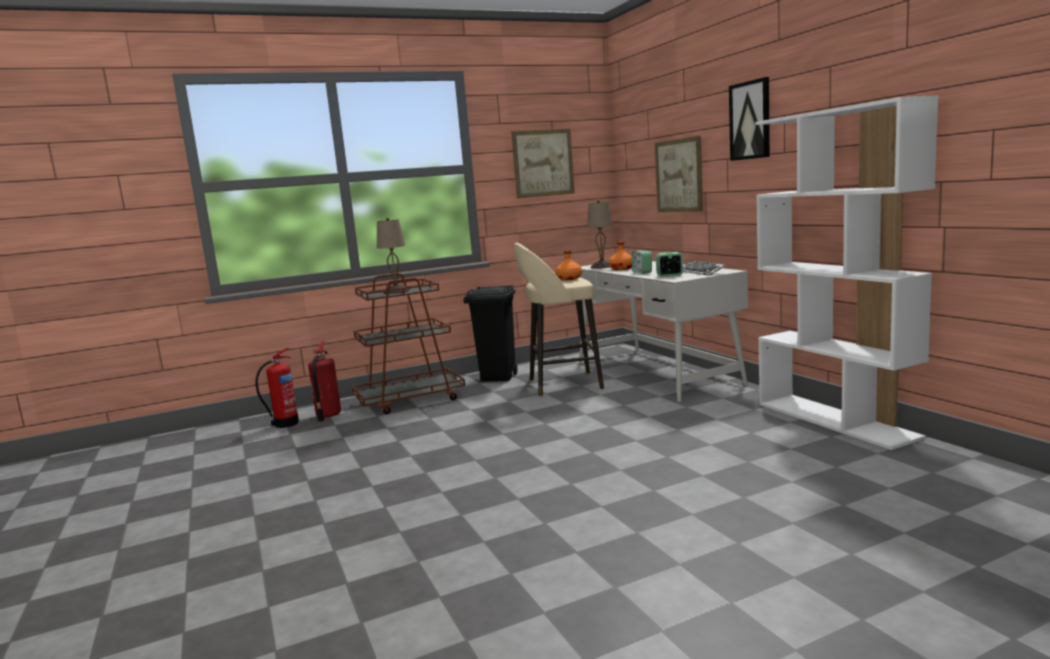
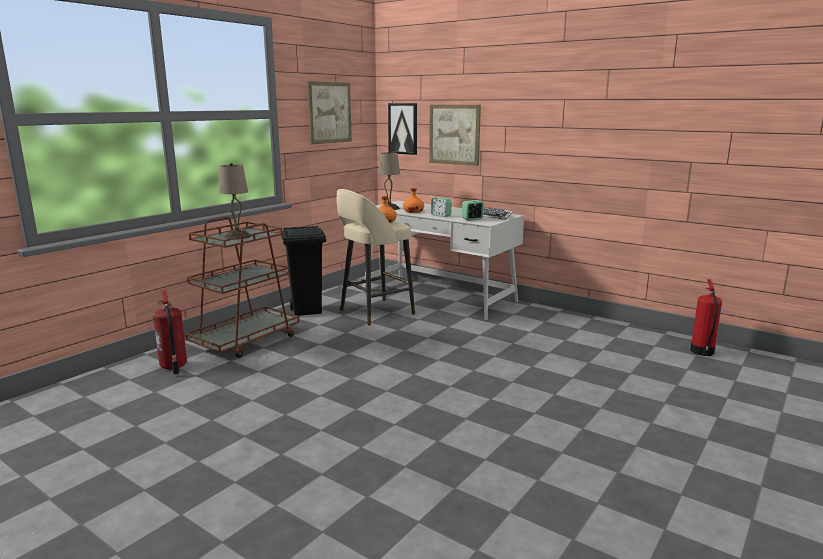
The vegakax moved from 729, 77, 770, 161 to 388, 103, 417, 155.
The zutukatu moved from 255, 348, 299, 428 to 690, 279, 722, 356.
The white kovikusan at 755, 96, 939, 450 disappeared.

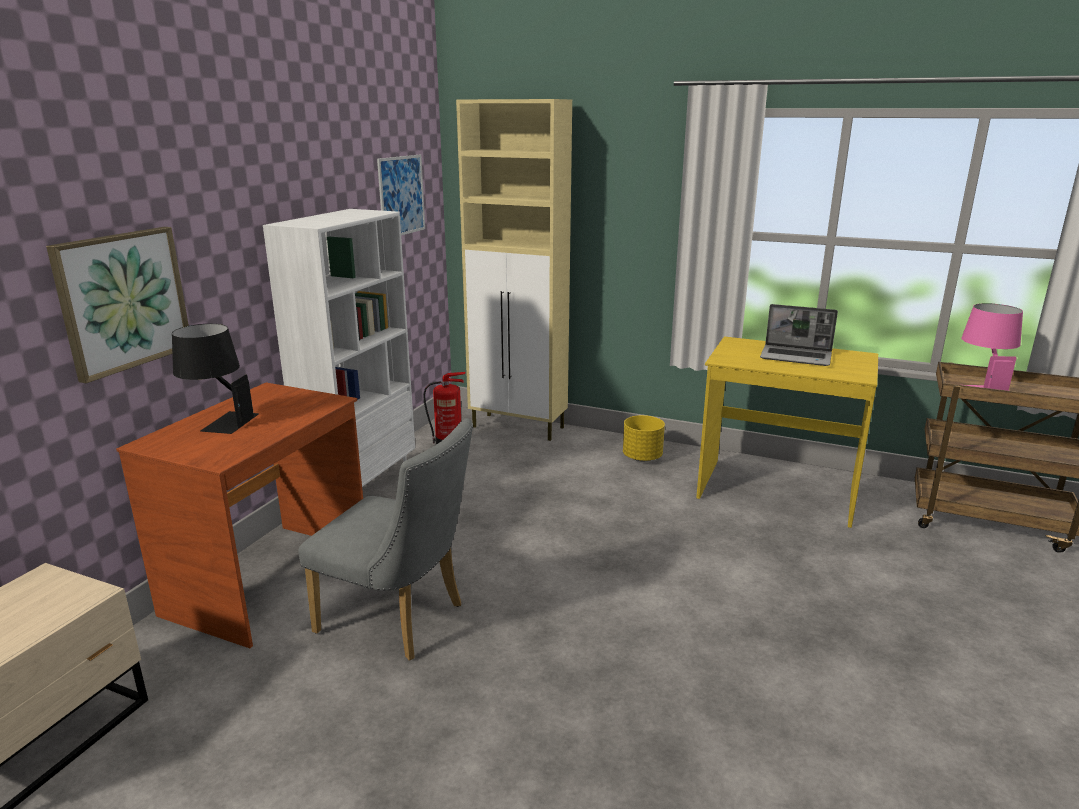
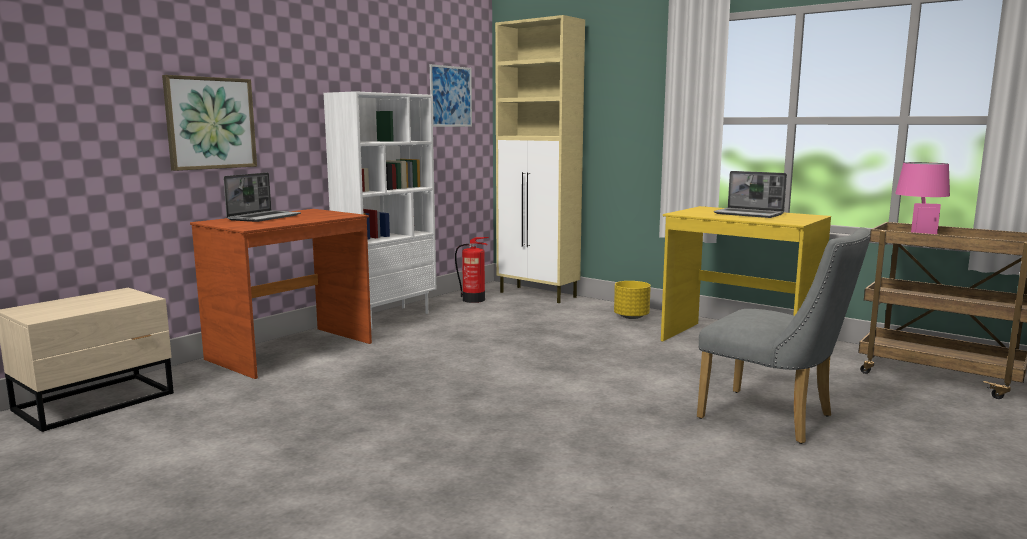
The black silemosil at 172, 324, 259, 434 was replaced by the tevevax at 224, 172, 301, 222.
The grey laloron moved from 298, 418, 473, 661 to 697, 227, 871, 444.

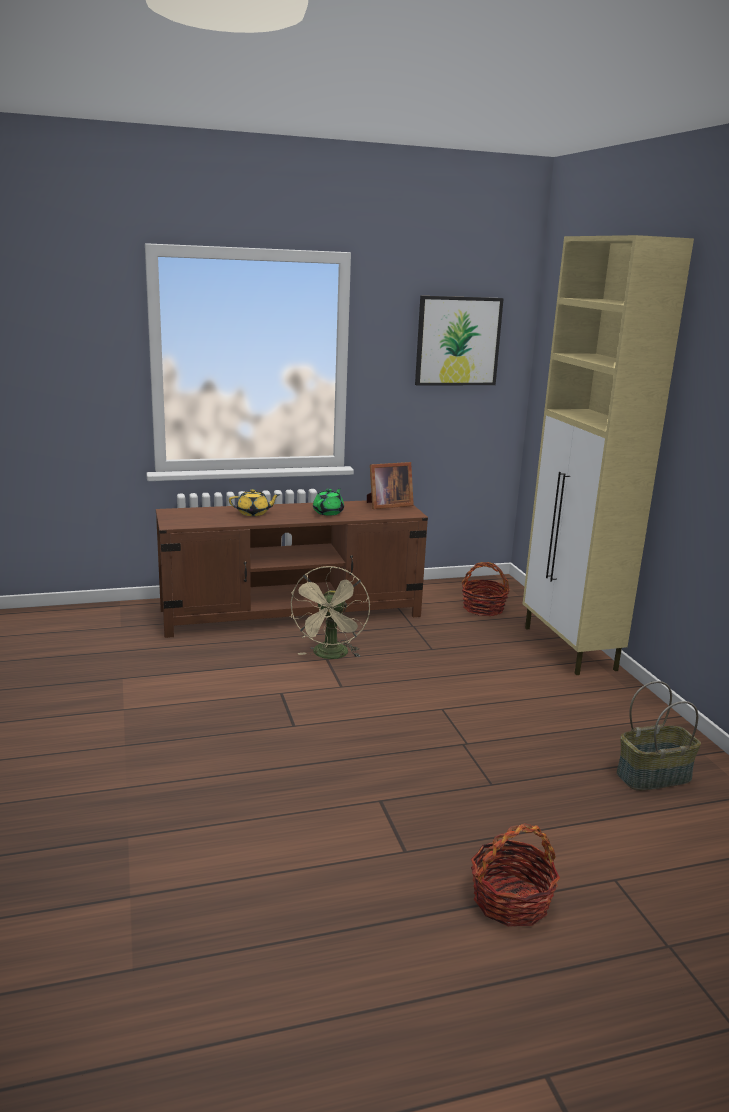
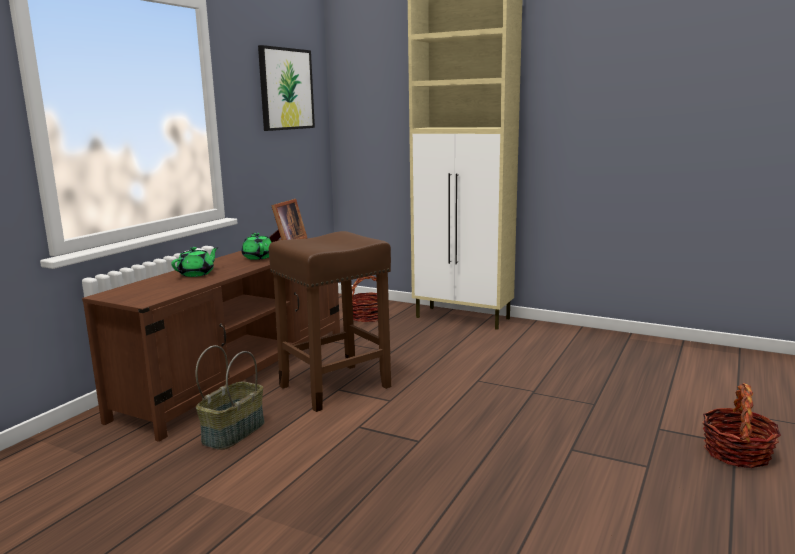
The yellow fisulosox at 229, 489, 280, 516 became the green fisulosox at 171, 247, 218, 277.
The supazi moved from 616, 681, 701, 791 to 195, 345, 265, 450.
The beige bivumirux at 289, 566, 370, 659 was replaced by the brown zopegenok at 269, 231, 391, 412.

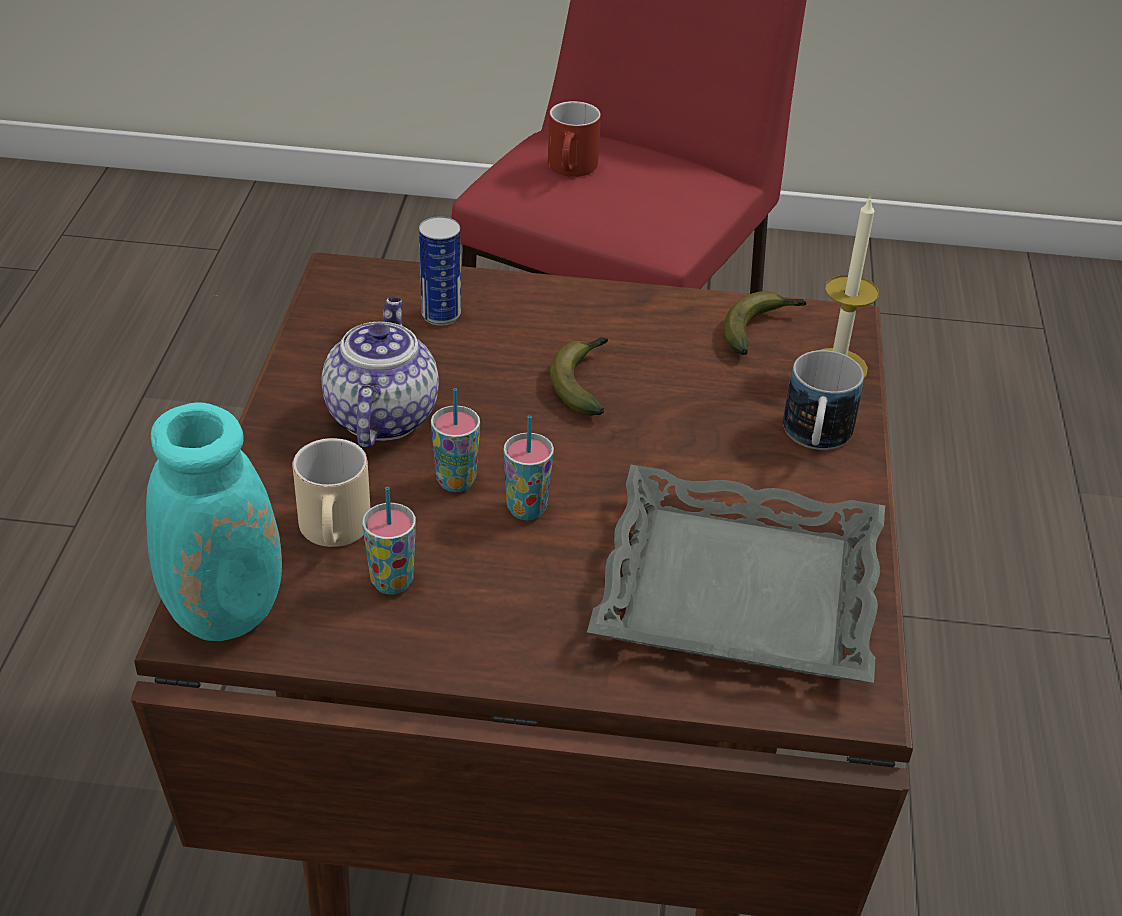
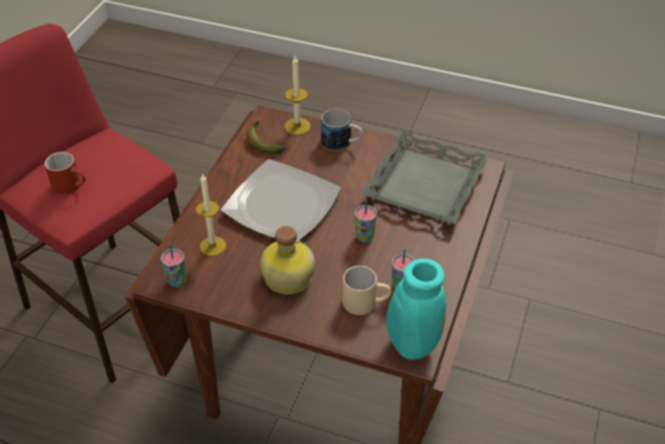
The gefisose moved from 431, 388, 480, 492 to 161, 244, 186, 287.
The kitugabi at 419, 216, 461, 326 was replaced by the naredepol at 196, 173, 226, 256.
The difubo at 550, 337, 608, 416 was replaced by the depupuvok at 221, 159, 341, 241.
The fisulosox at 321, 297, 439, 447 was replaced by the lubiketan at 260, 226, 315, 295.

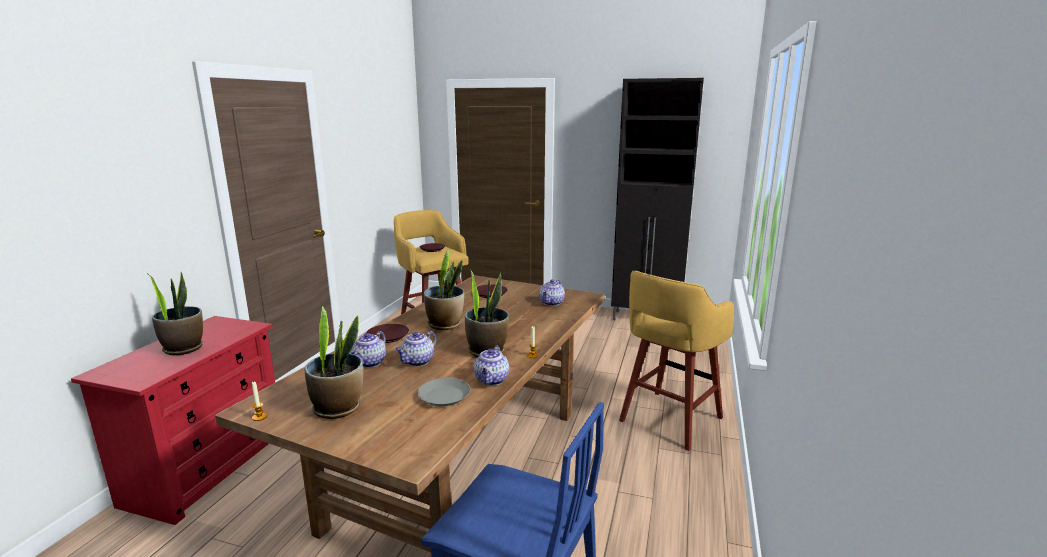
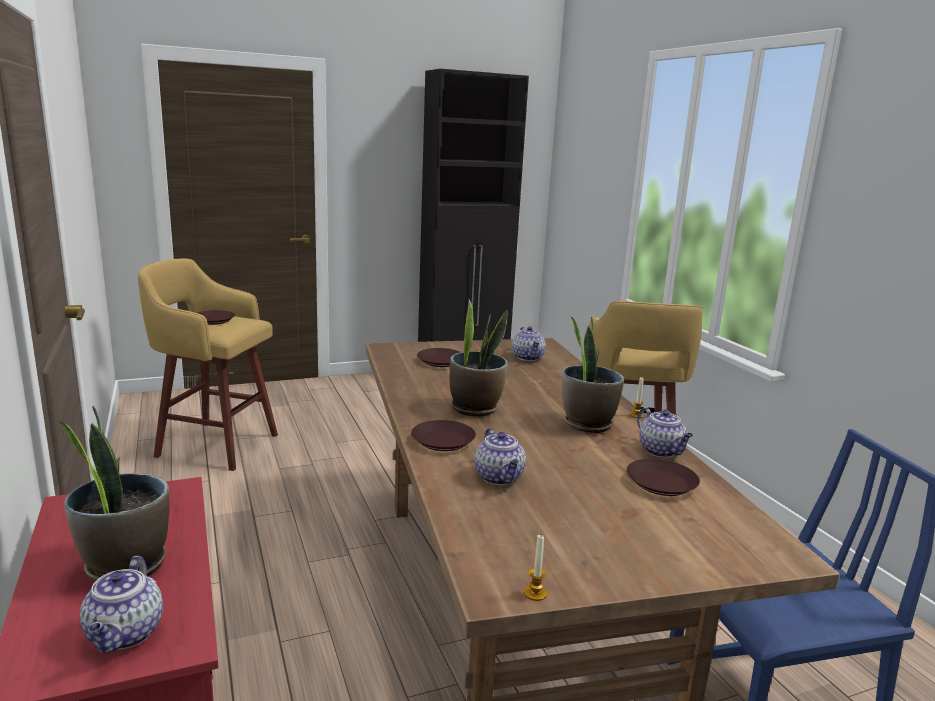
The fisulosox moved from 395, 331, 437, 366 to 80, 556, 163, 653.
The grey depupuvok at 417, 378, 471, 406 became the brown depupuvok at 627, 459, 700, 496.
The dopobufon at 305, 306, 363, 419 disappeared.

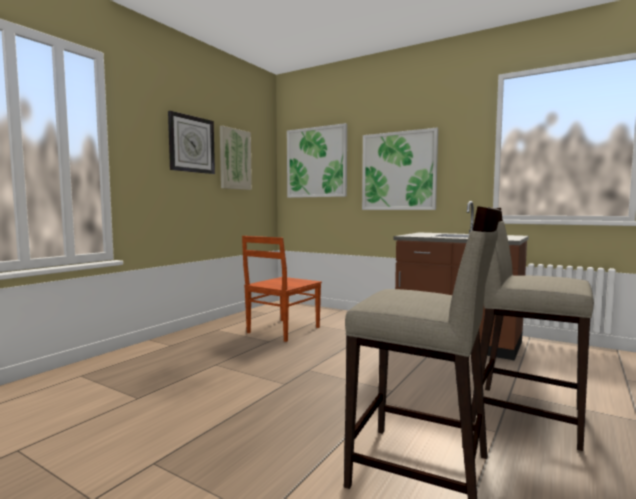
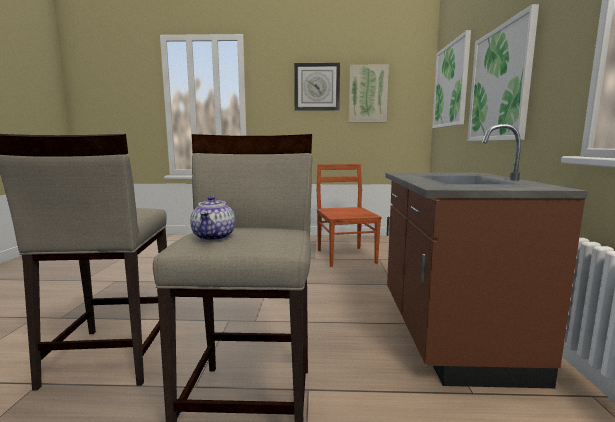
The fisulosox at 190, 195, 235, 241 appeared.
The brown laloron at 242, 236, 322, 342 turned 75 degrees clockwise.

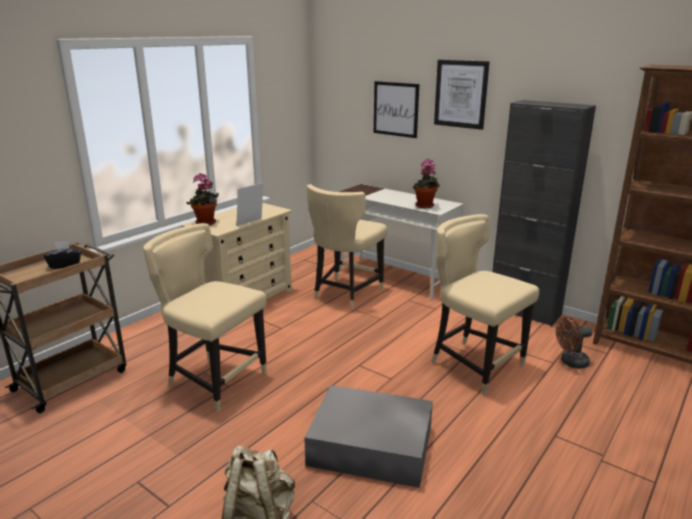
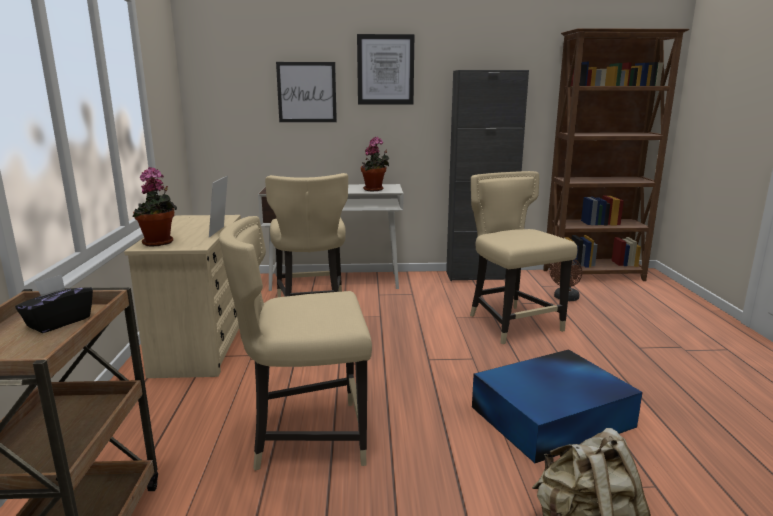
The beige laloron at 431, 214, 539, 395 turned 60 degrees clockwise.
The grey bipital at 304, 385, 433, 488 became the blue bipital at 472, 349, 643, 463.

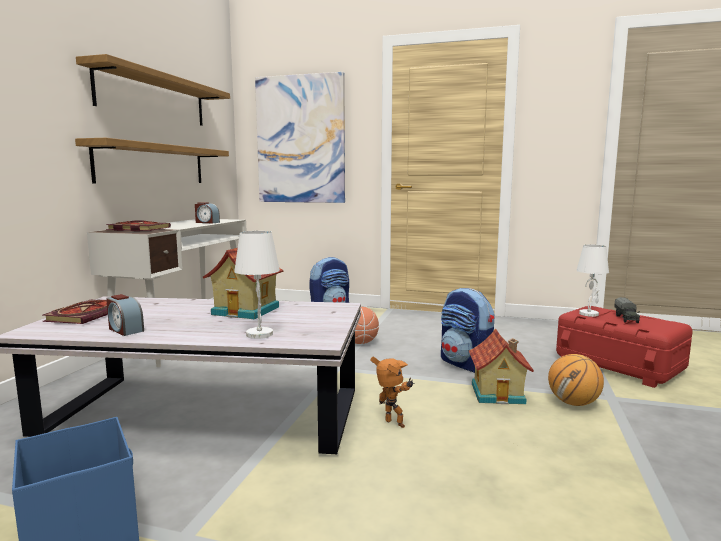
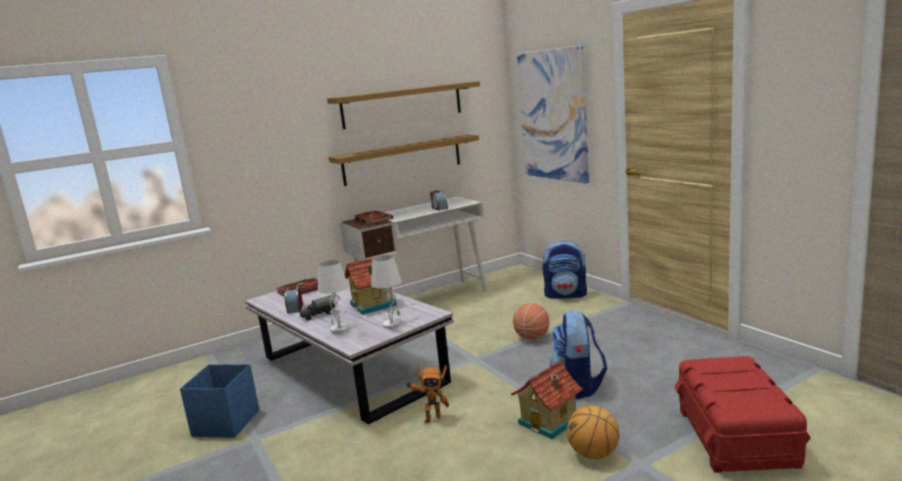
The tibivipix moved from 614, 297, 640, 323 to 300, 295, 336, 320.
The white silemosil moved from 577, 245, 609, 317 to 371, 255, 402, 329.
The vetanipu at 370, 356, 415, 428 turned 75 degrees clockwise.

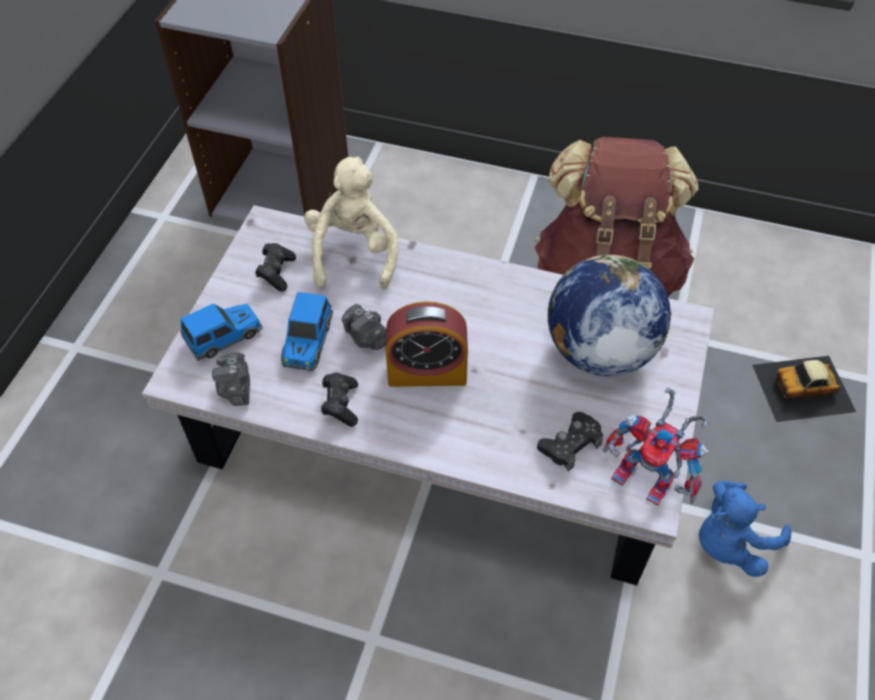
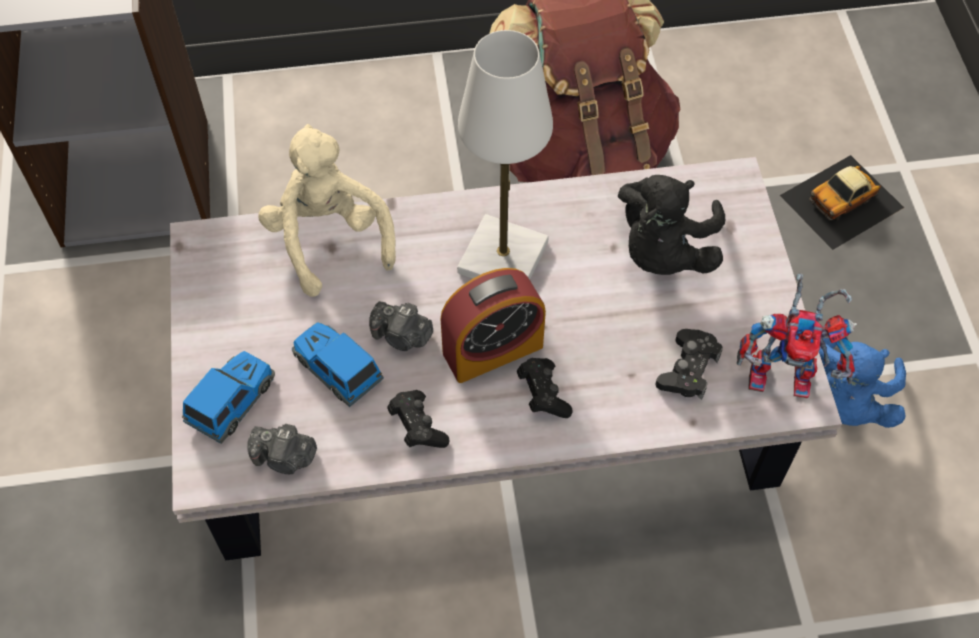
The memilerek at 212, 352, 250, 406 turned 45 degrees counterclockwise.
The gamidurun at 281, 292, 333, 371 turned 150 degrees clockwise.
The white silemosil at 457, 30, 553, 280 appeared.
The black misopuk moved from 255, 243, 296, 292 to 517, 358, 573, 418.
The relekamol at 548, 255, 672, 376 was replaced by the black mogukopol at 618, 175, 725, 275.

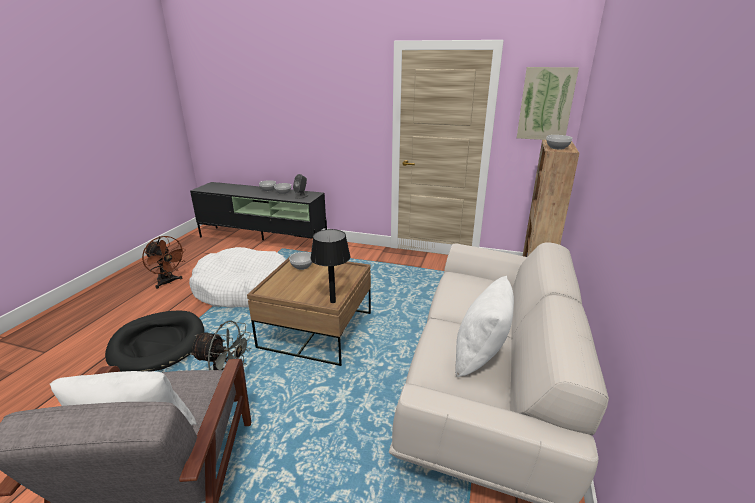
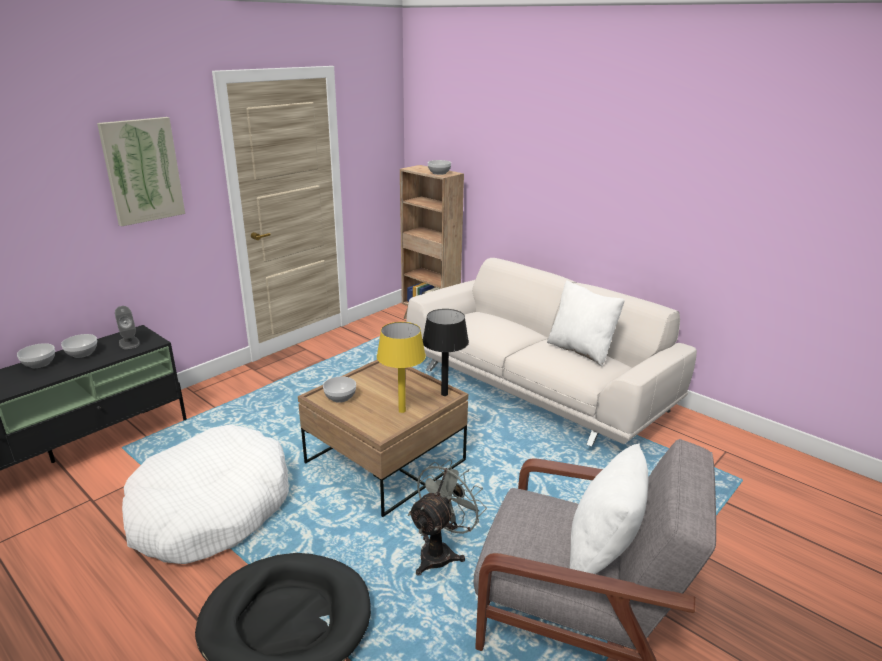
The vegakax moved from 517, 67, 579, 140 to 97, 117, 185, 227.
The yellow silemosil at 377, 322, 426, 413 appeared.
The brown bivumirux at 142, 236, 186, 289 disappeared.

